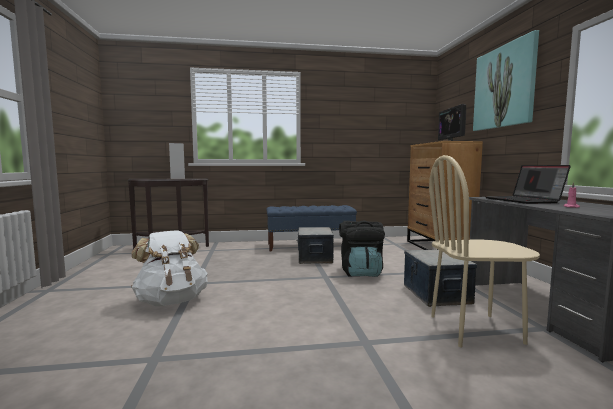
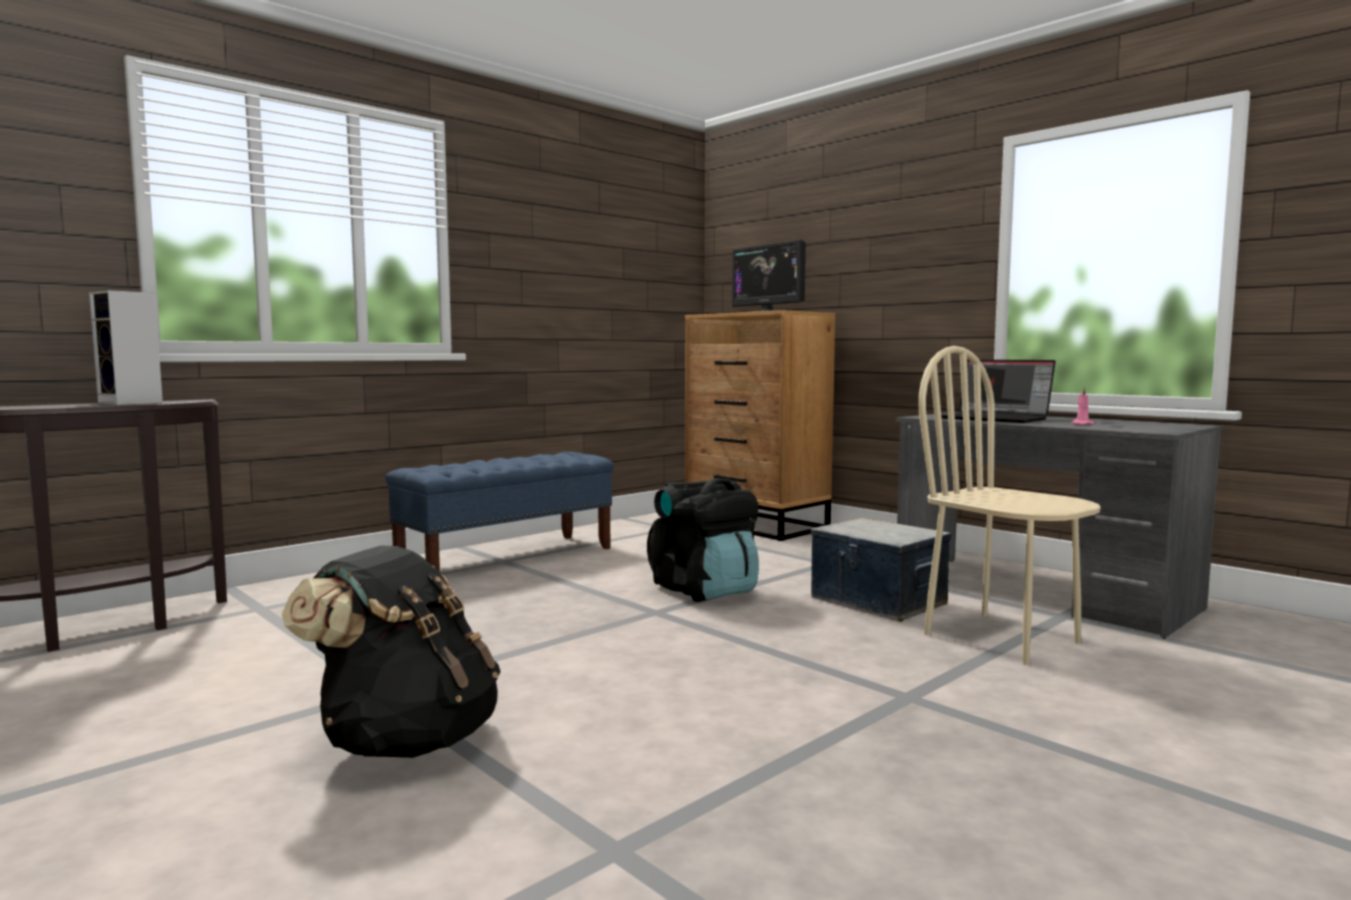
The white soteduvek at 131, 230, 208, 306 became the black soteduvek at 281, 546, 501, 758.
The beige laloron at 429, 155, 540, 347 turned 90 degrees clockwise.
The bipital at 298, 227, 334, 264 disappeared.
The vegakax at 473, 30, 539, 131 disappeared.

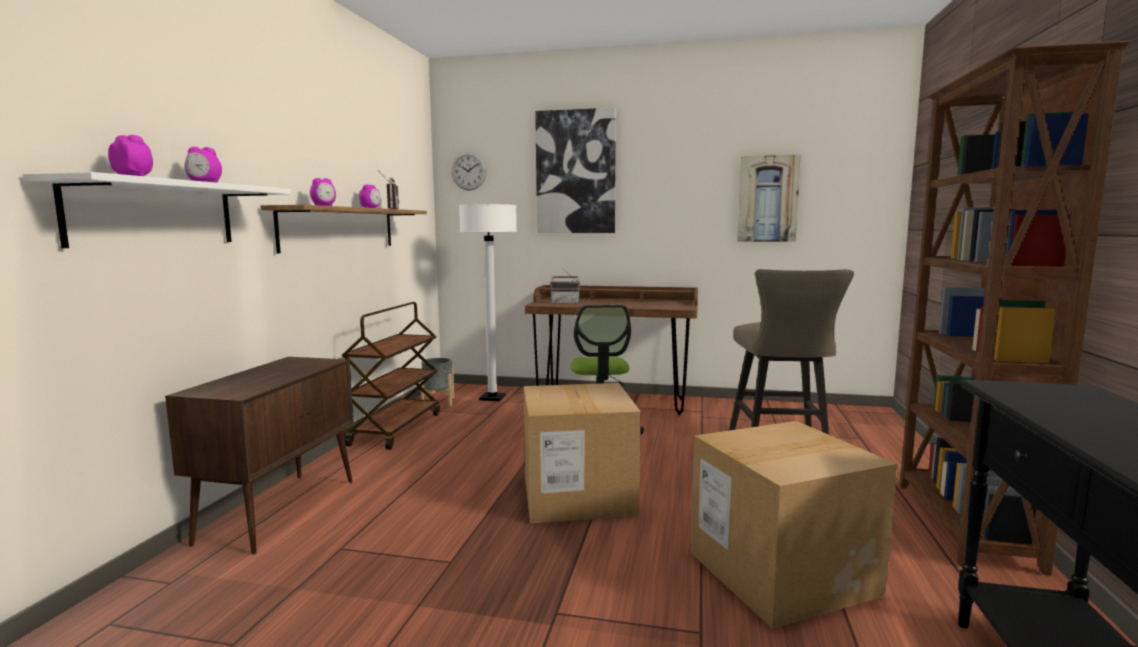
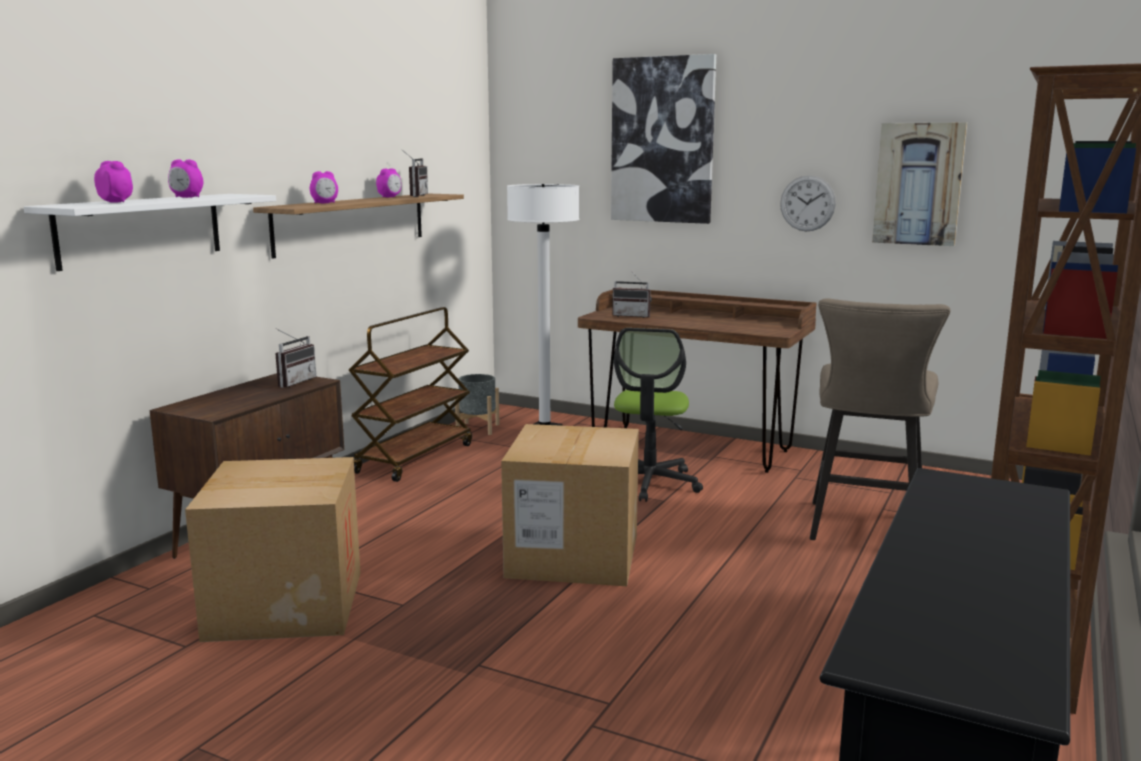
The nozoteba moved from 691, 421, 897, 629 to 185, 457, 360, 642.
The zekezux at 275, 328, 316, 388 appeared.
The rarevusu moved from 451, 152, 487, 191 to 780, 175, 836, 231.

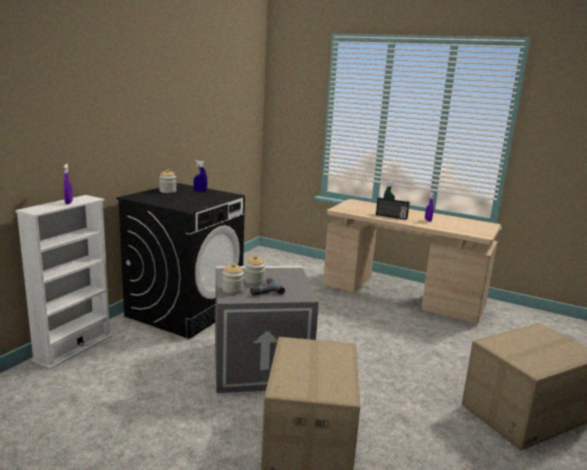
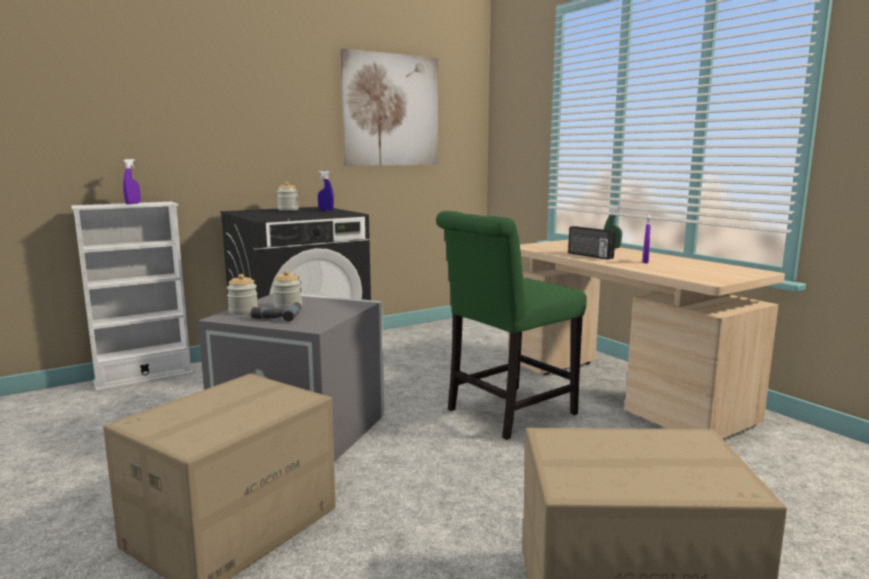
The vegakax at 340, 49, 438, 166 appeared.
The green laloron at 436, 211, 587, 440 appeared.

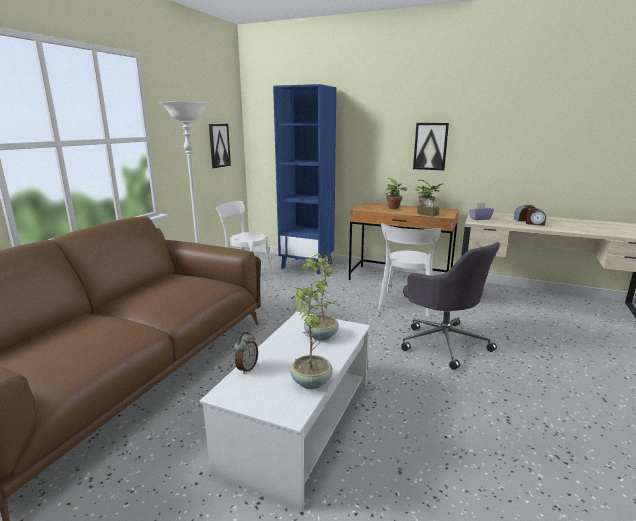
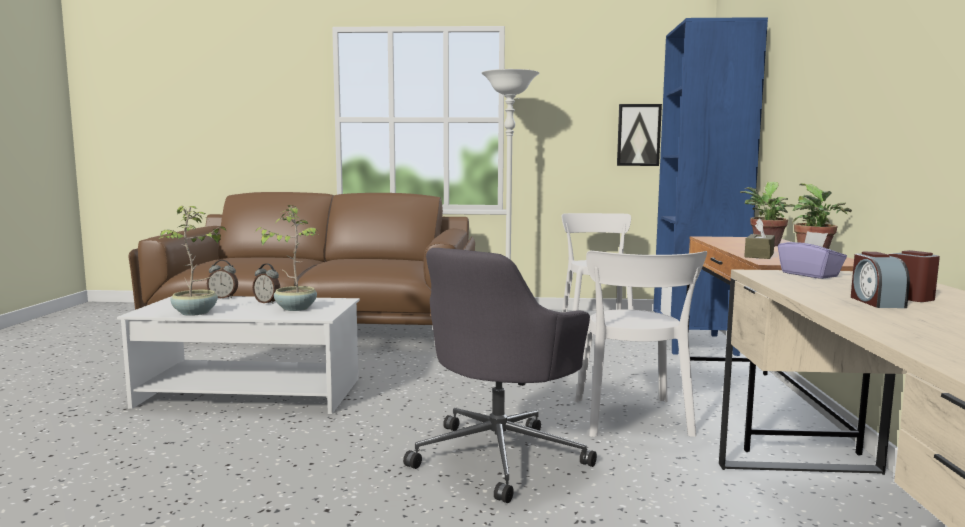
The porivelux at 252, 264, 280, 304 appeared.
The white laloron at 378, 224, 441, 317 turned 90 degrees counterclockwise.
The vegakax at 413, 123, 449, 170 disappeared.

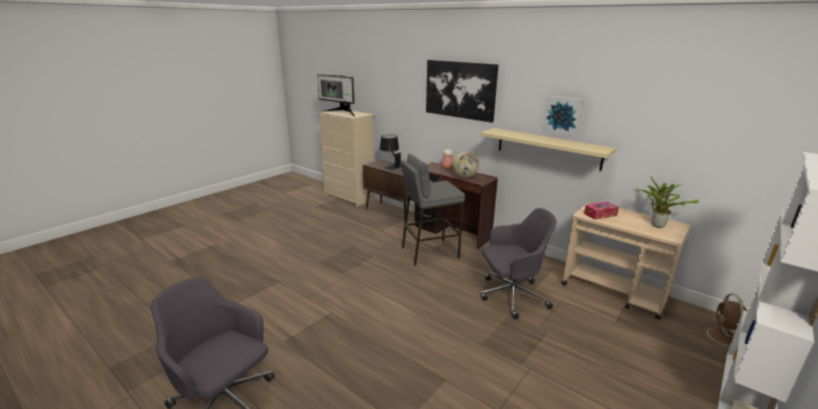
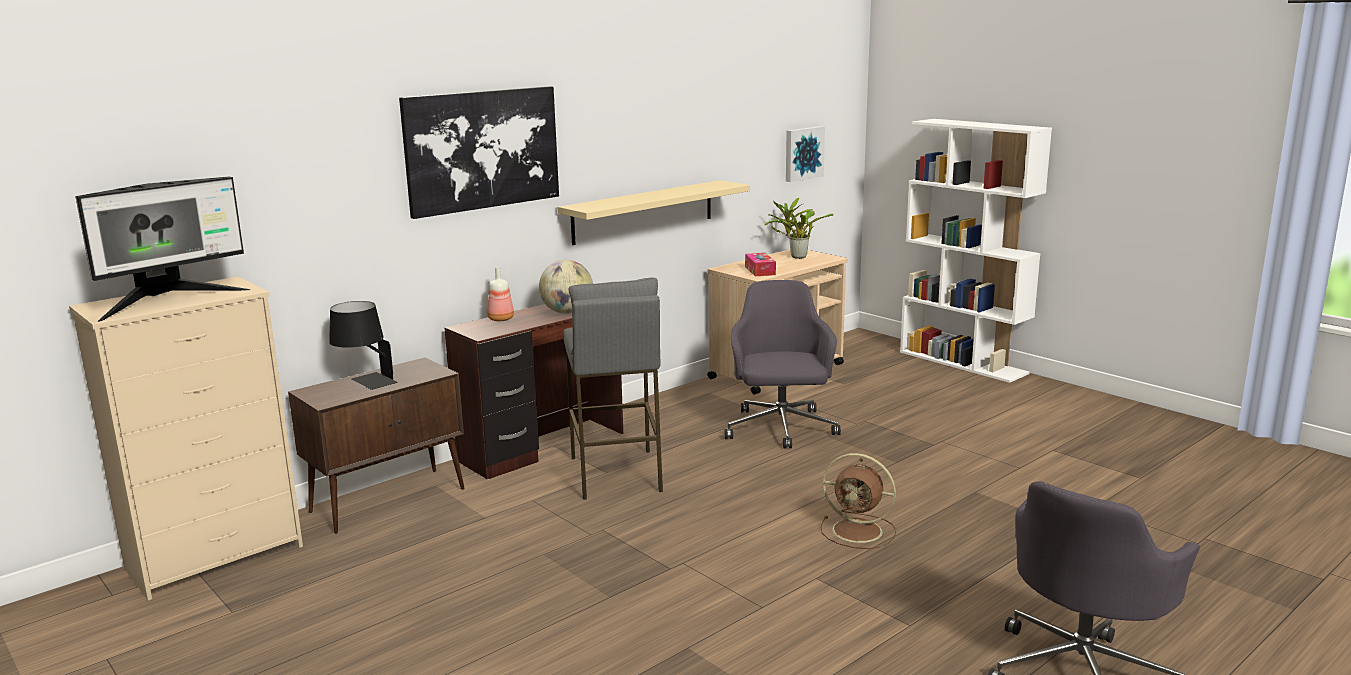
The vegakax moved from 543, 96, 585, 136 to 786, 126, 825, 182.
The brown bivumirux moved from 700, 293, 748, 351 to 821, 453, 896, 549.

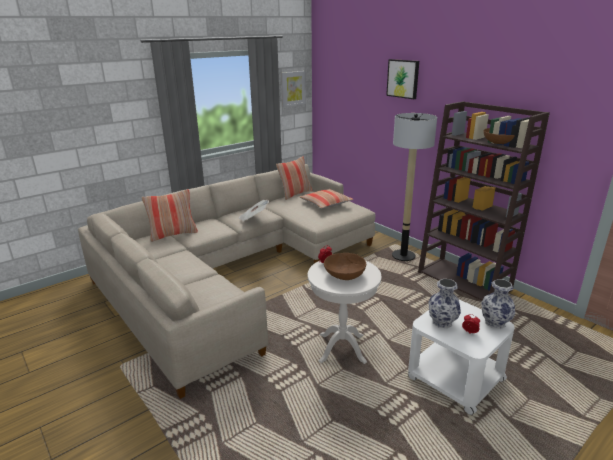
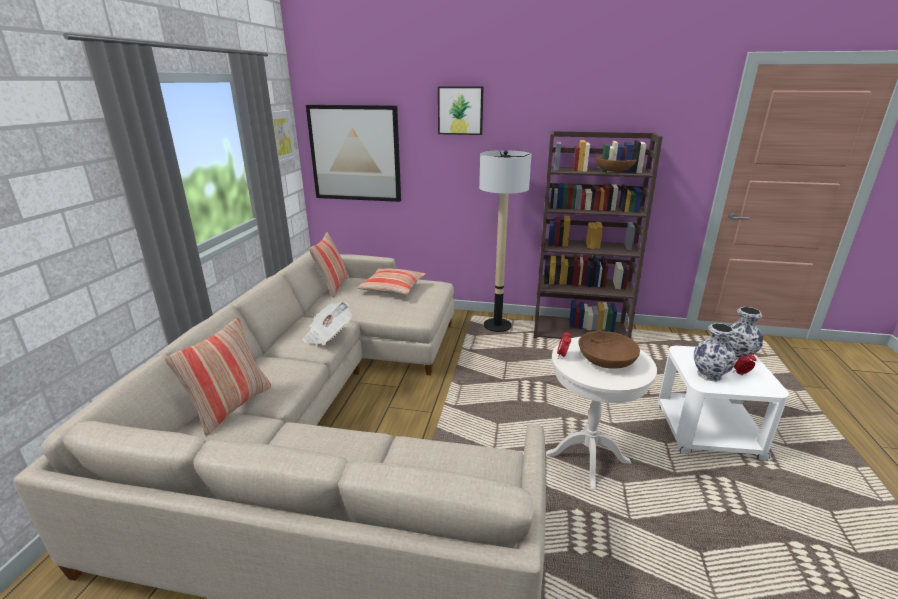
The vegakax at 306, 105, 401, 202 appeared.

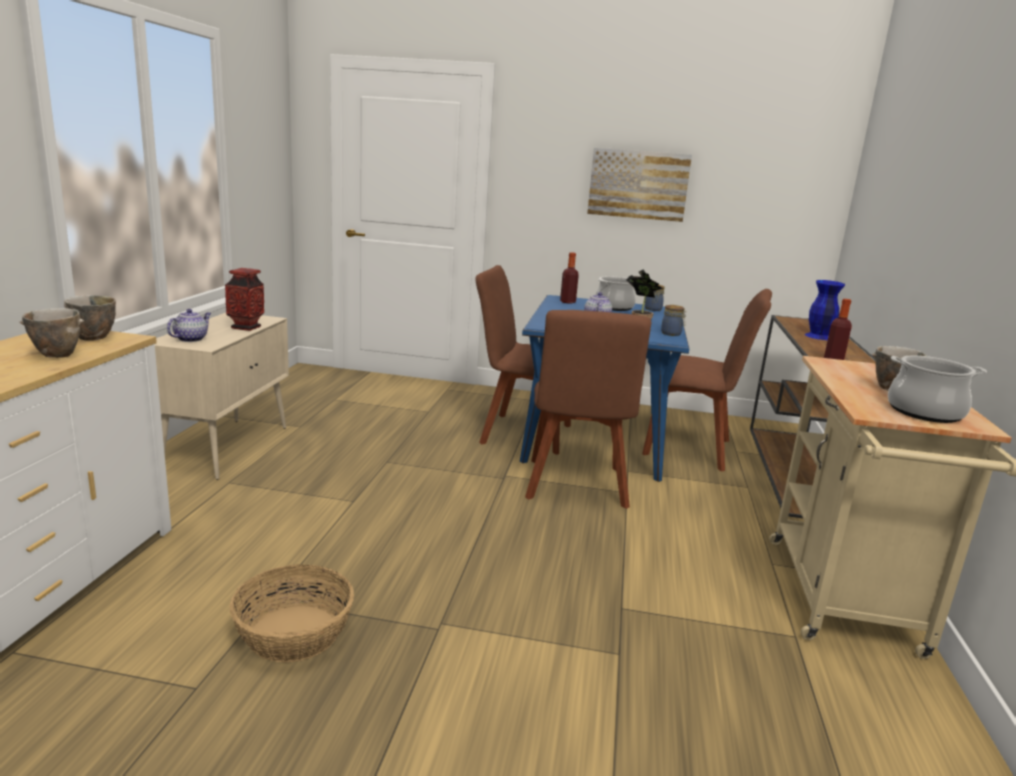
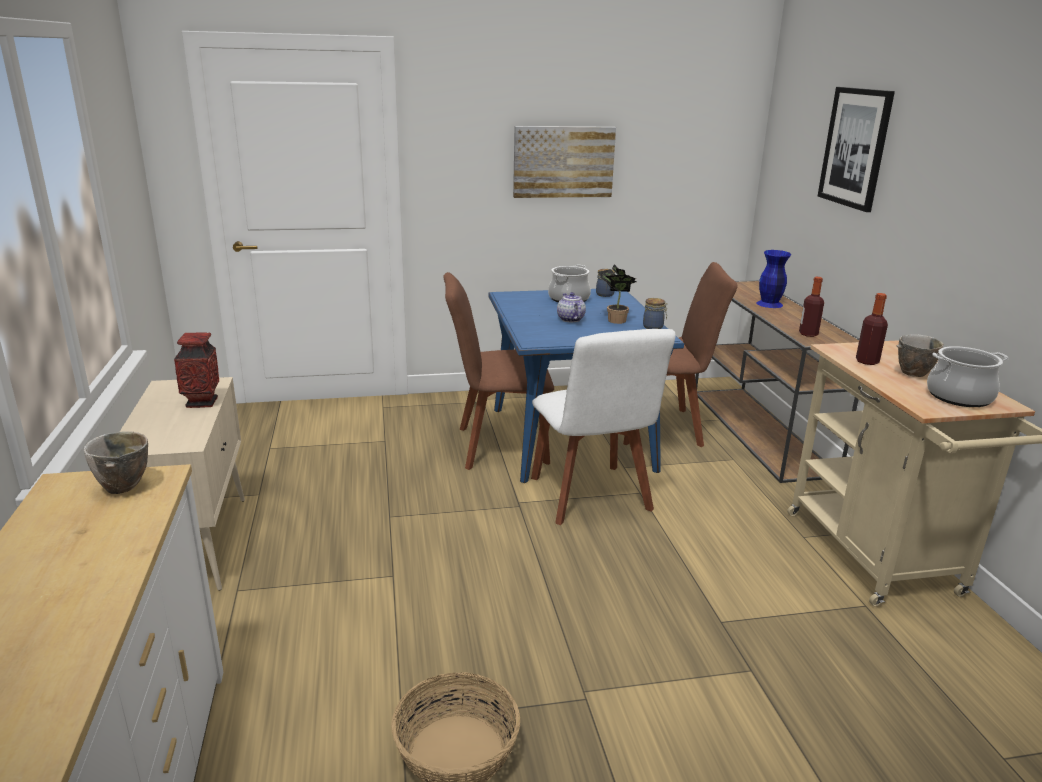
The brown laloron at 525, 310, 651, 509 became the white laloron at 531, 329, 676, 525.
The vegakax at 818, 87, 895, 212 appeared.
The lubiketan moved from 560, 252, 579, 304 to 856, 293, 888, 365.
The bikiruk at 19, 308, 84, 358 disappeared.
The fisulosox at 167, 309, 211, 342 disappeared.

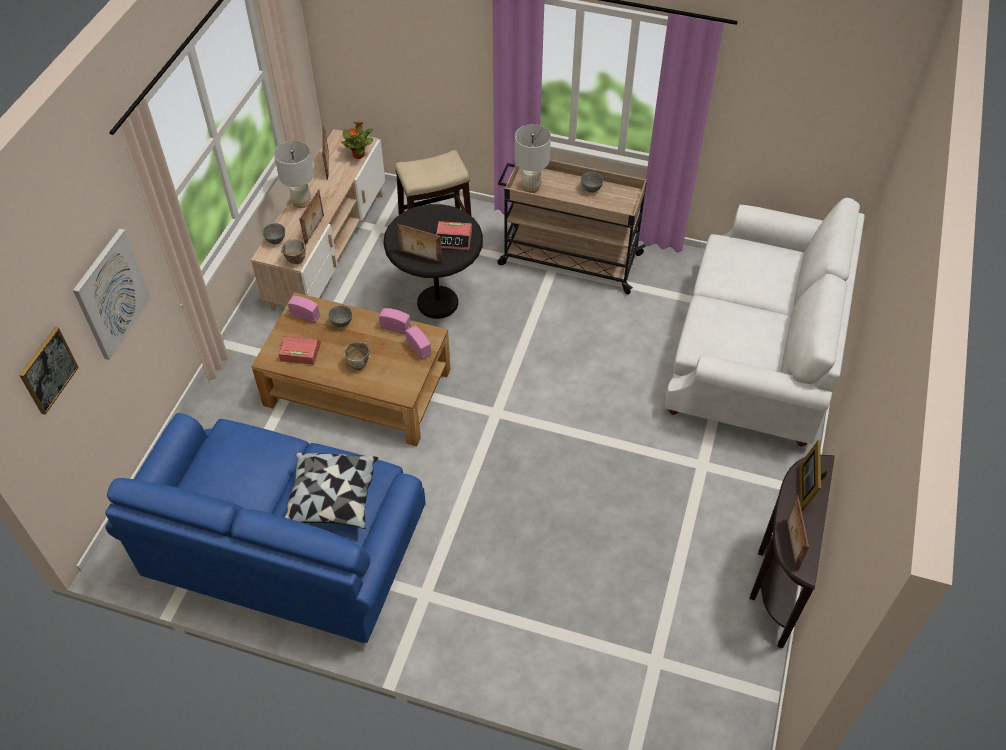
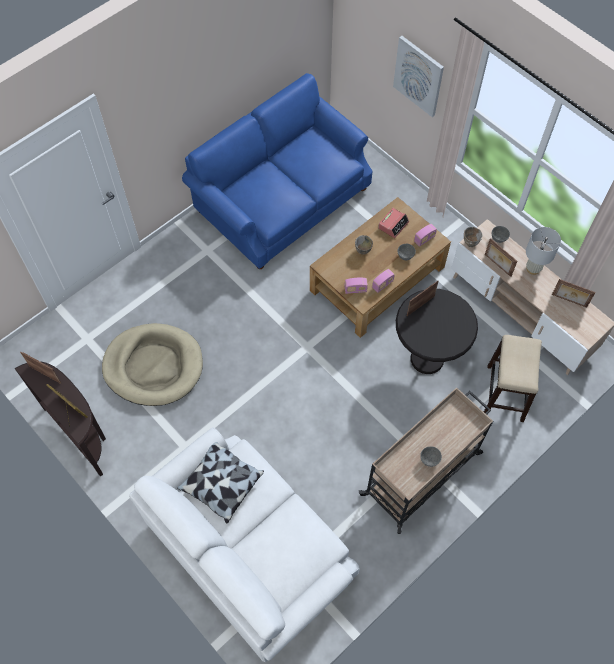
The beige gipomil at 102, 323, 203, 406 appeared.
The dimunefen moved from 284, 453, 378, 529 to 177, 442, 264, 523.
The vegakax at 19, 327, 79, 415 disappeared.
The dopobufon at 341, 121, 373, 159 disappeared.
The porivelux at 436, 221, 472, 250 disappeared.
The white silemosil at 514, 124, 551, 193 disappeared.

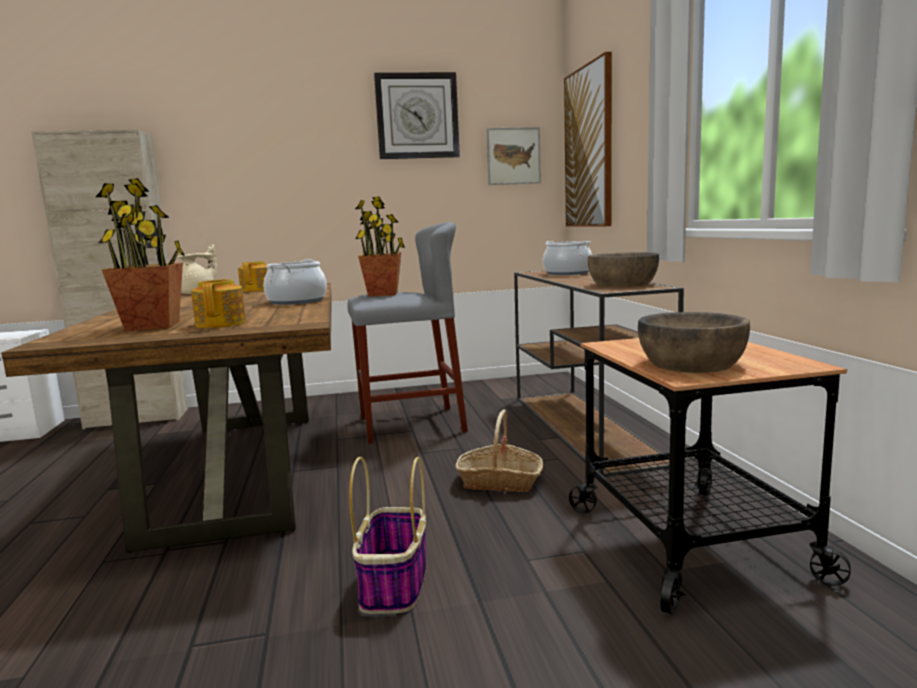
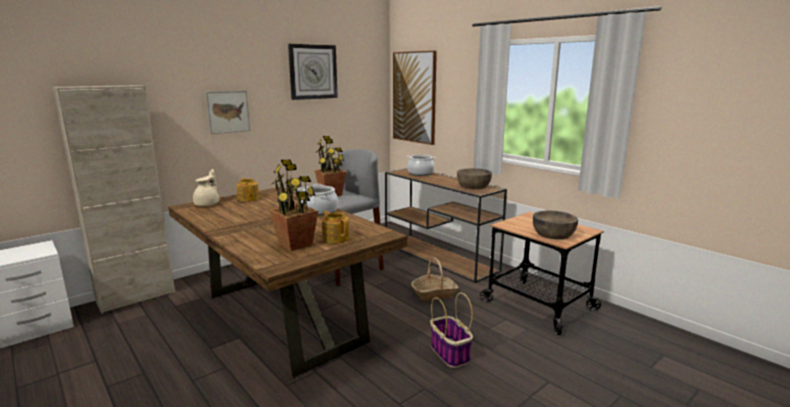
The vegakax moved from 486, 127, 541, 185 to 206, 91, 250, 134.

